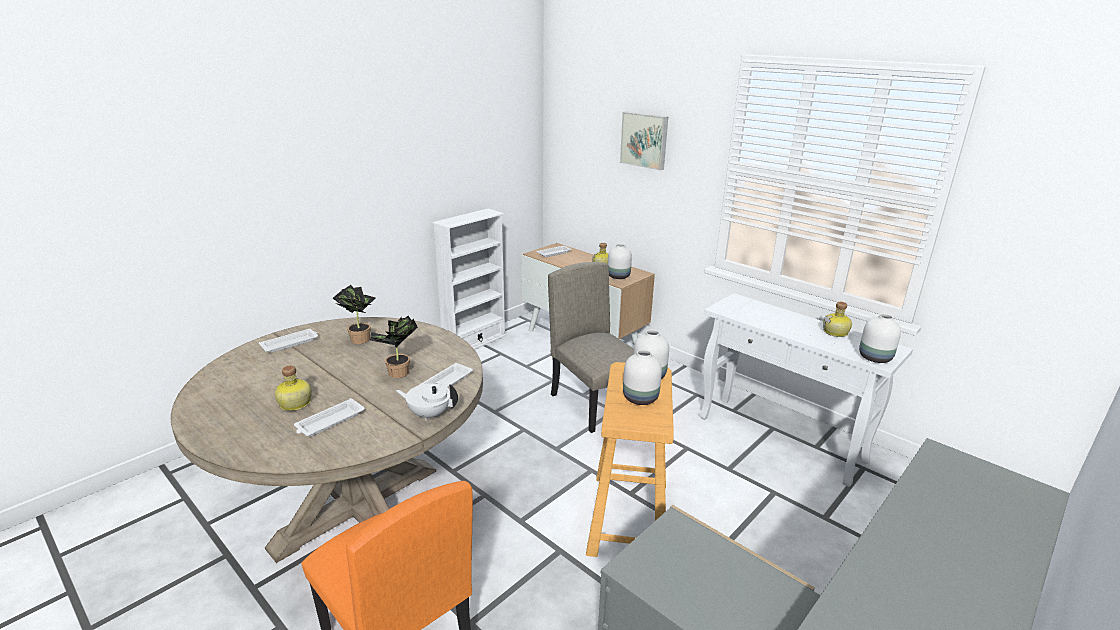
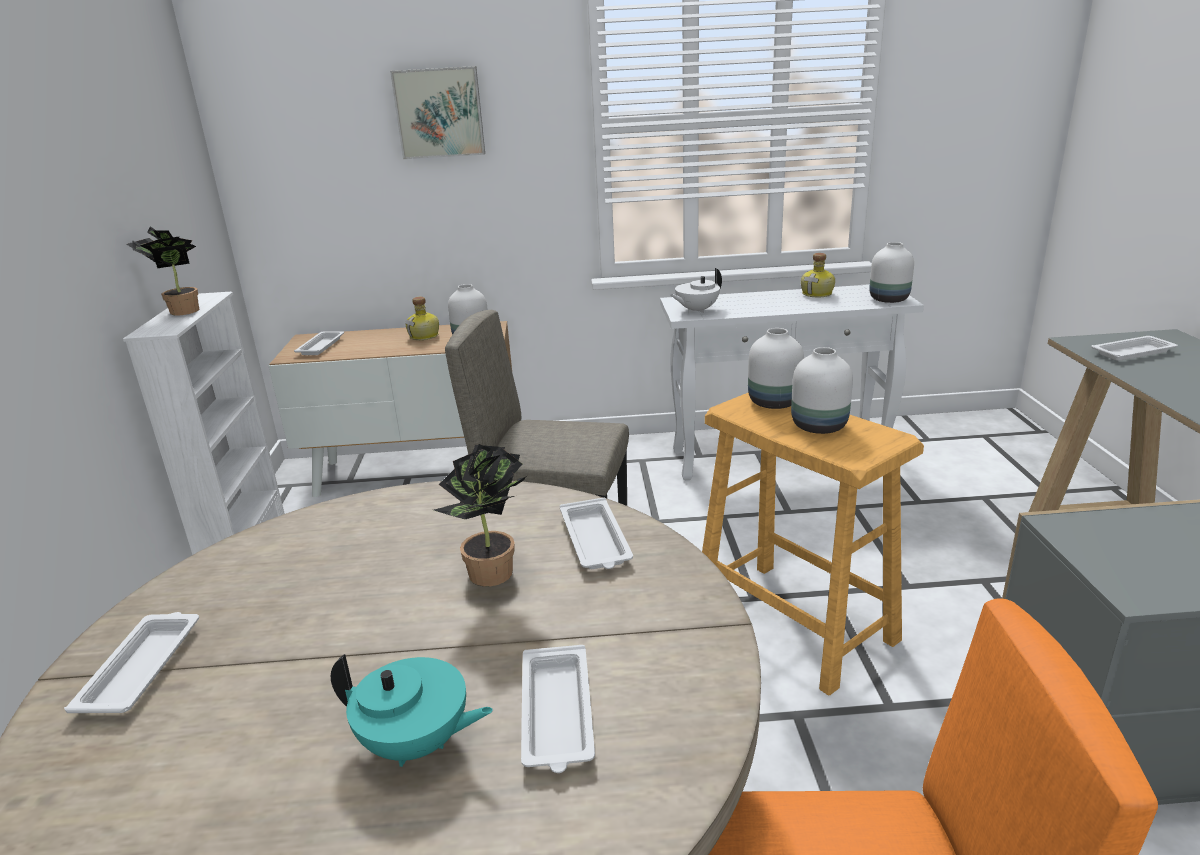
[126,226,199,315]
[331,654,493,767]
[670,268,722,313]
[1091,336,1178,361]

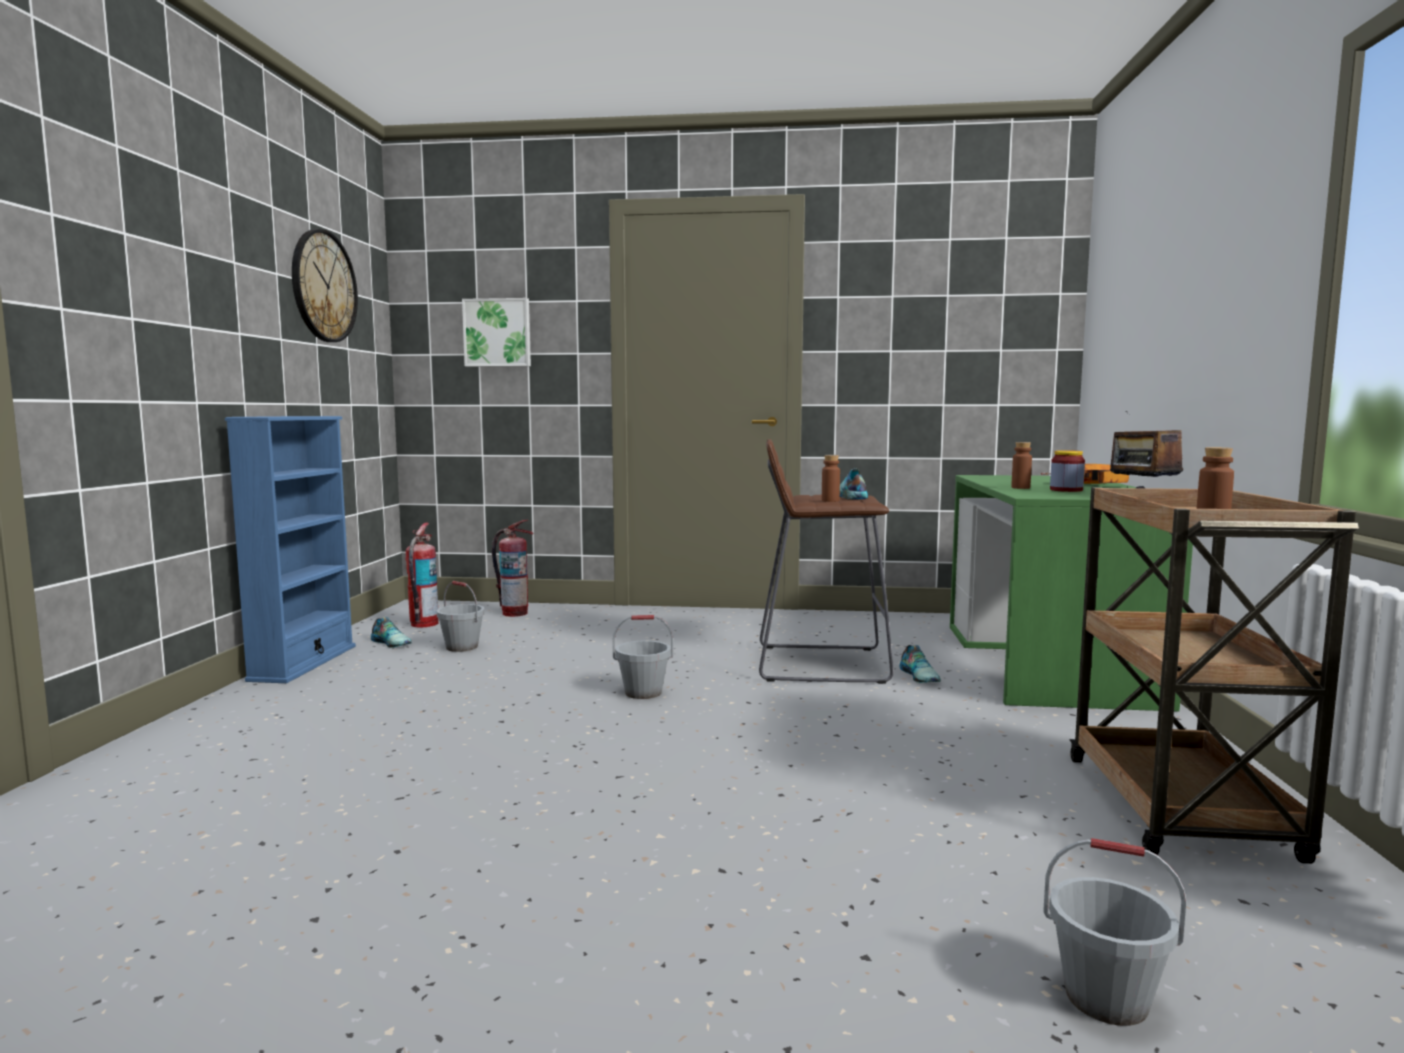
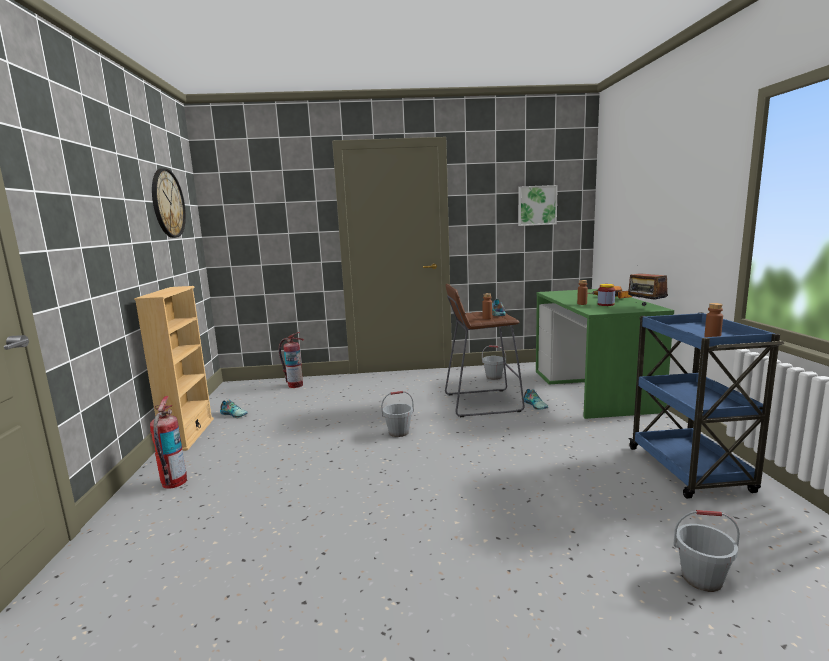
[134,286,214,451]
[150,396,187,489]
[482,345,506,380]
[518,185,558,226]
[628,312,784,499]

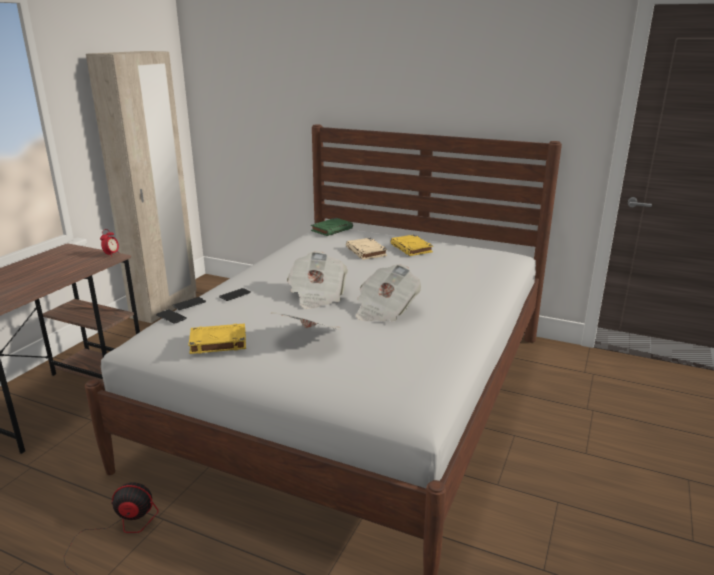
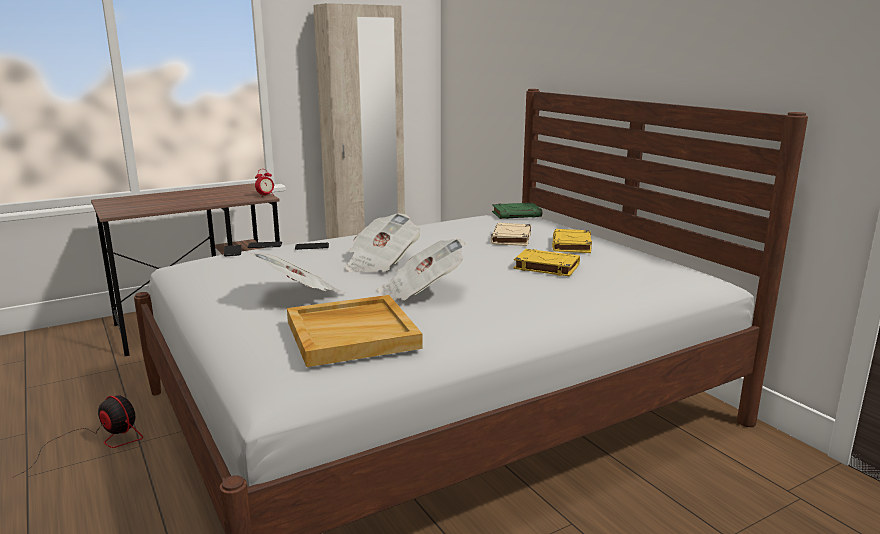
[287,295,423,367]
[514,249,580,277]

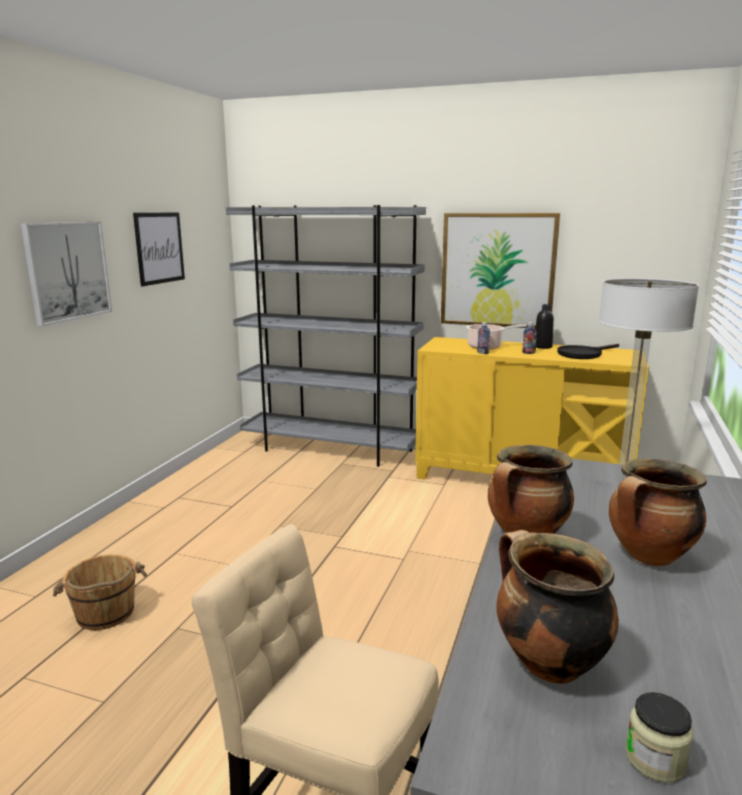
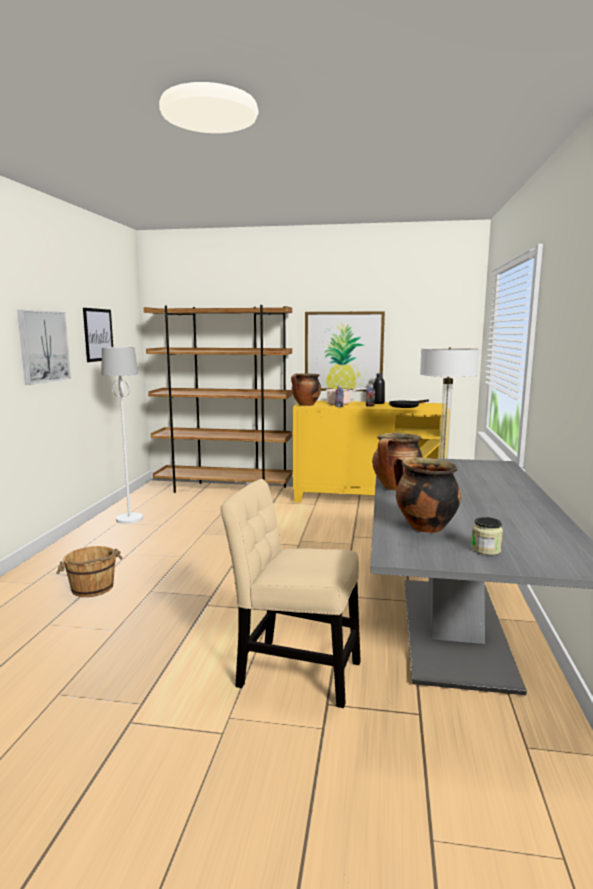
[101,347,143,524]
[144,305,292,493]
[291,373,321,406]

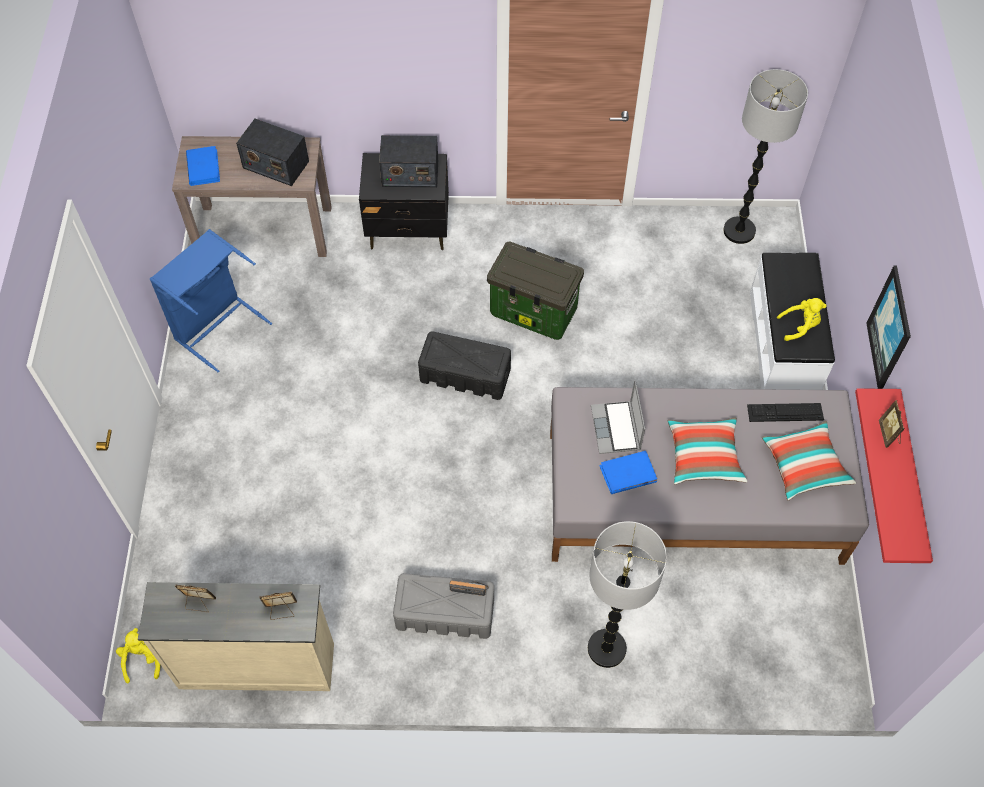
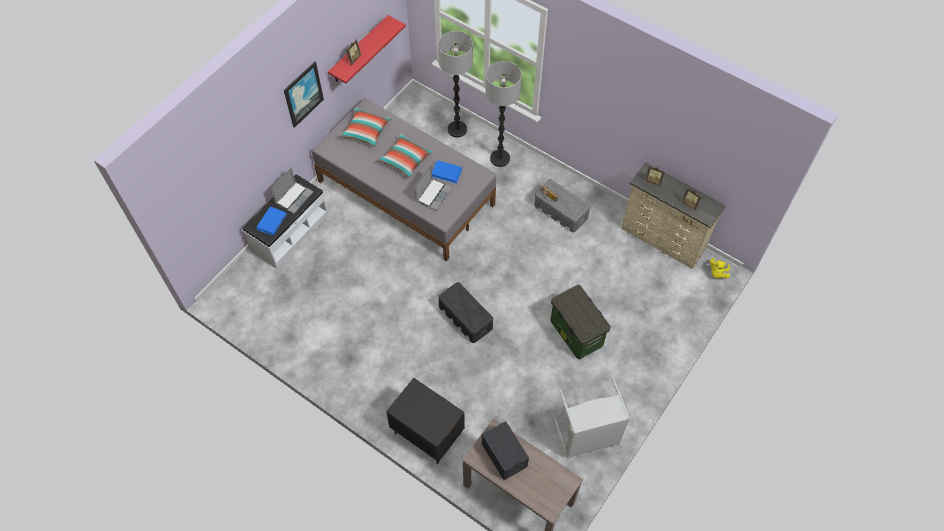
[257,206,287,236]
[271,168,313,214]
[438,31,473,138]
[551,285,611,359]
[554,376,630,459]
[379,135,438,187] (first image)
[747,403,824,422] (first image)

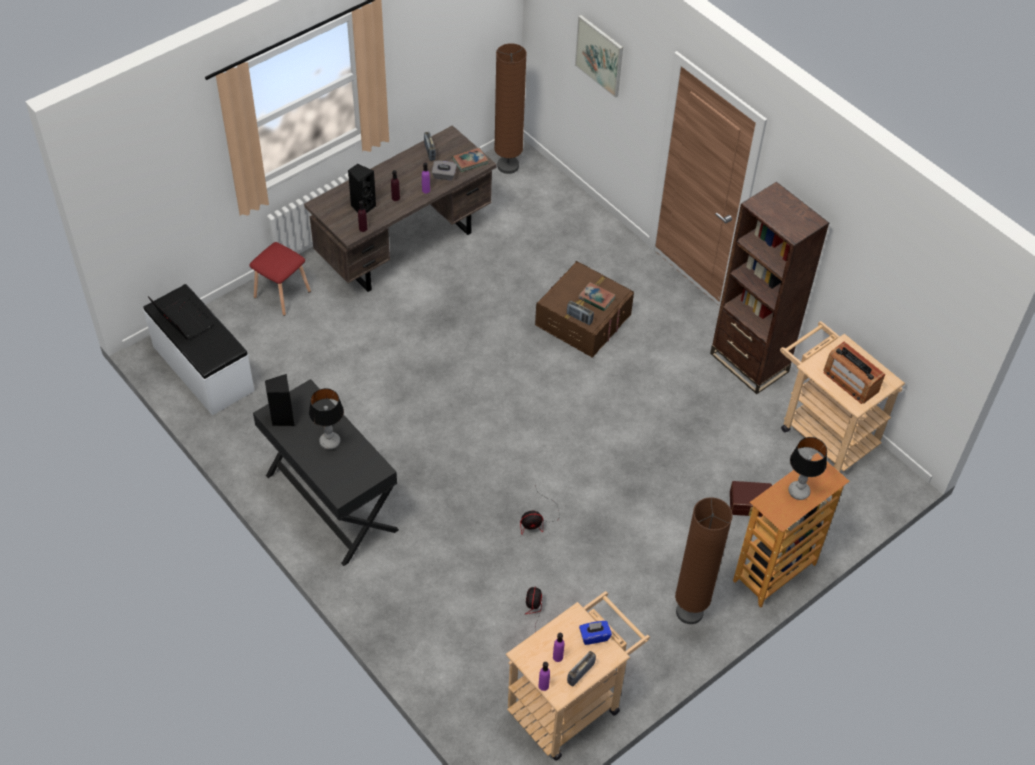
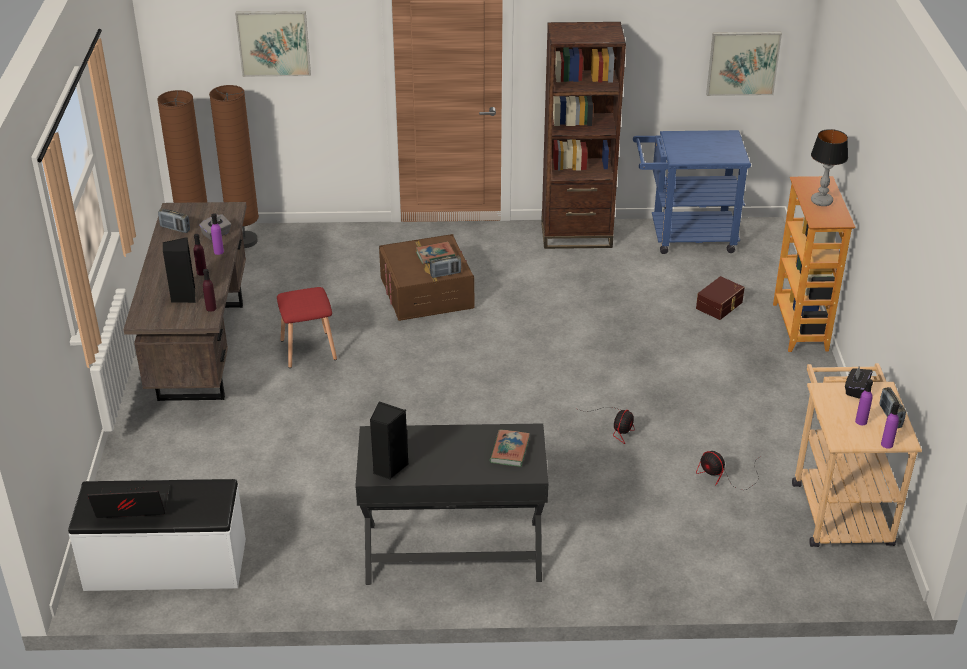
[209,85,259,248]
[277,287,337,368]
[490,429,530,467]
[633,130,751,254]
[706,32,782,96]
[845,366,873,399]
[309,388,344,450] (first image)
[823,341,885,404] (first image)

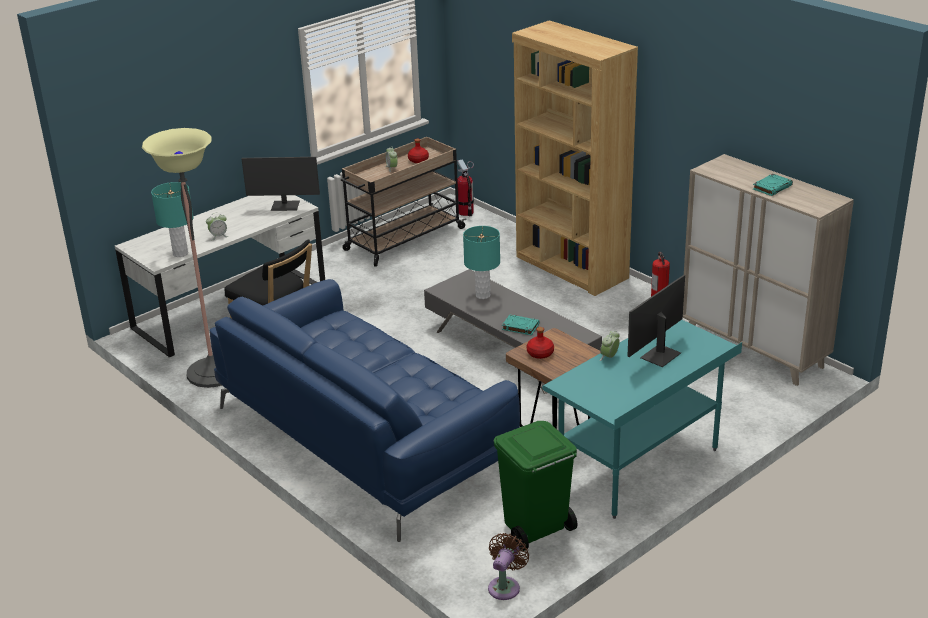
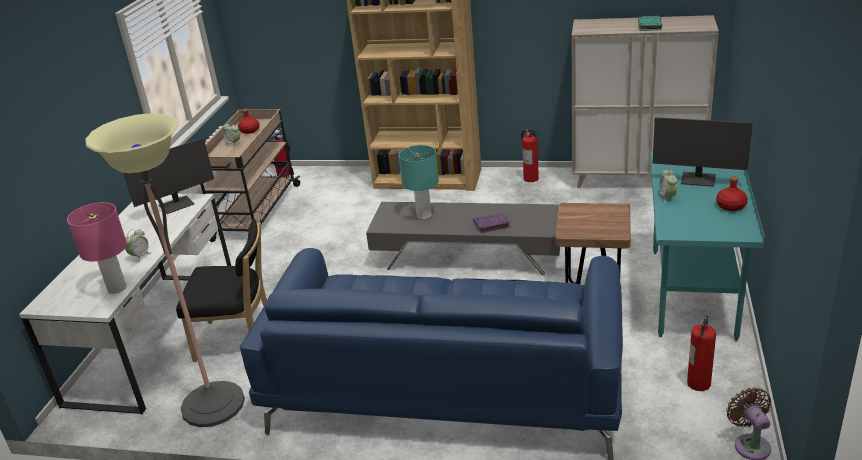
[67,202,127,294]
[473,212,510,233]
[653,117,753,187]
[687,315,716,391]
[716,176,748,211]

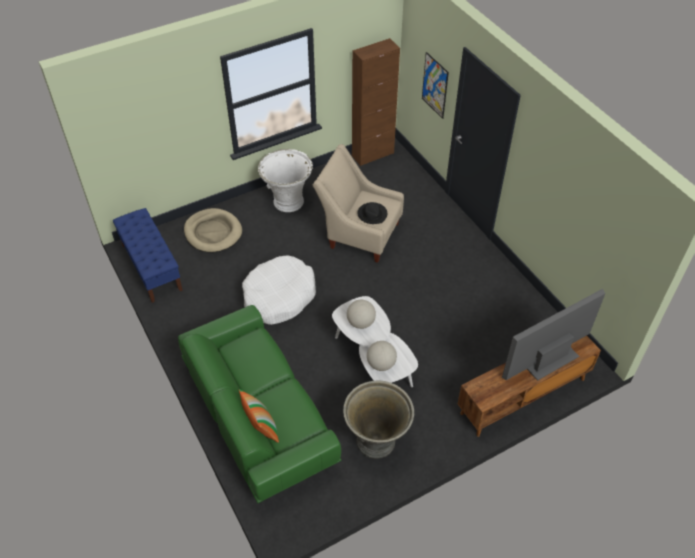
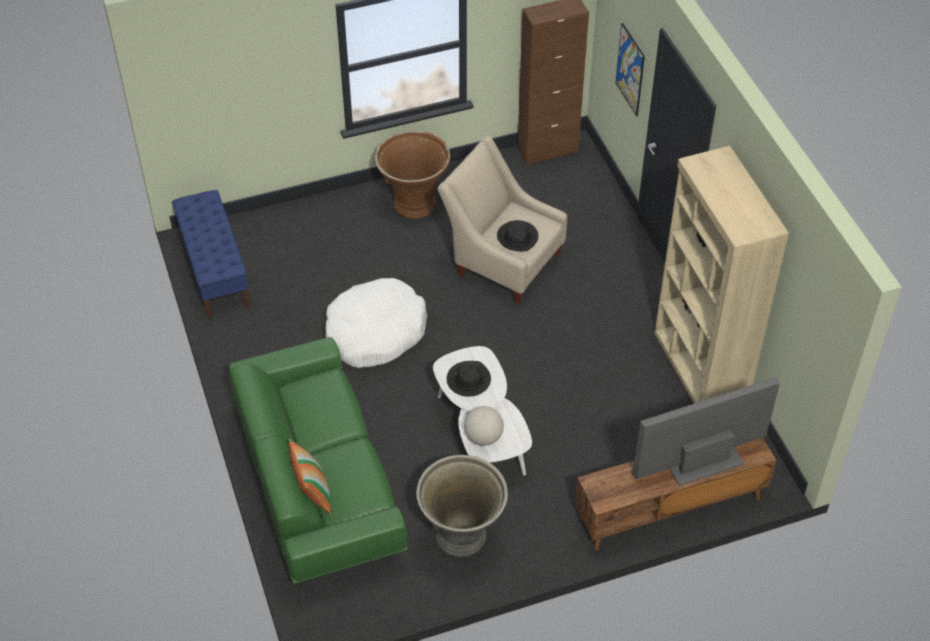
[375,131,450,219]
[447,361,491,397]
[654,146,789,404]
[184,208,242,253] (first image)

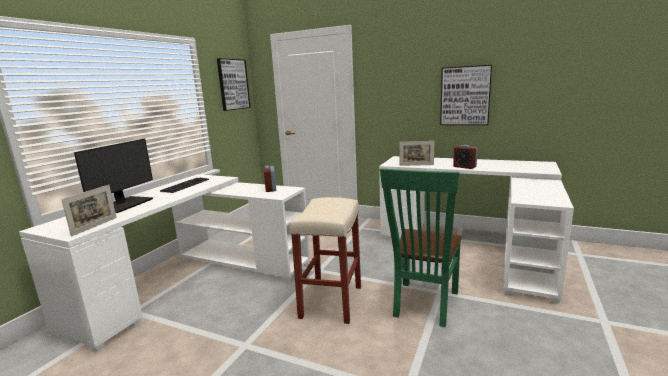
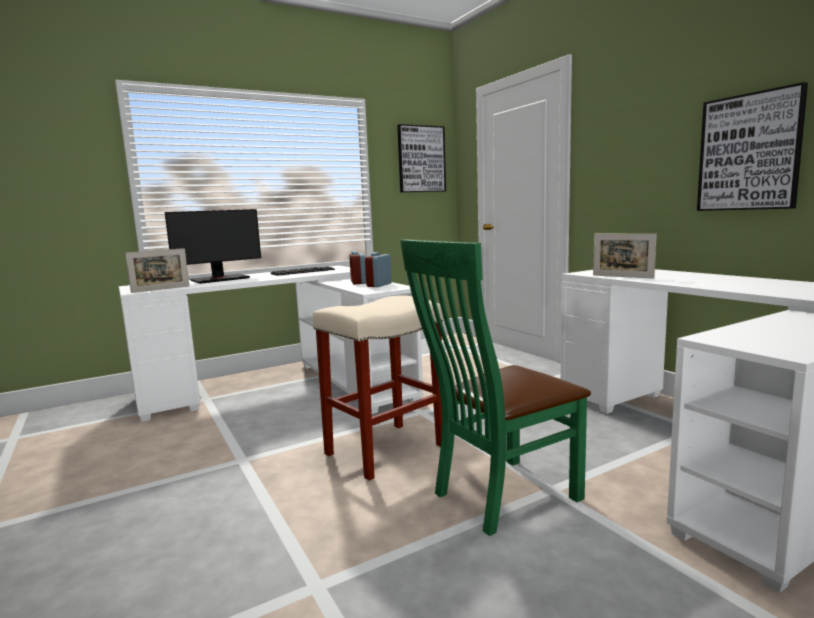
[349,251,366,284]

